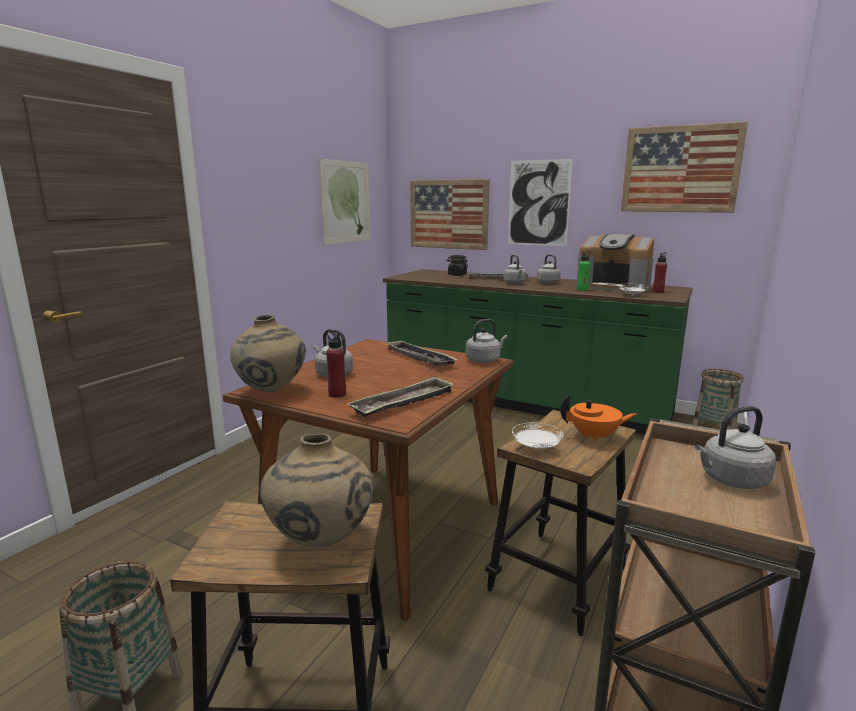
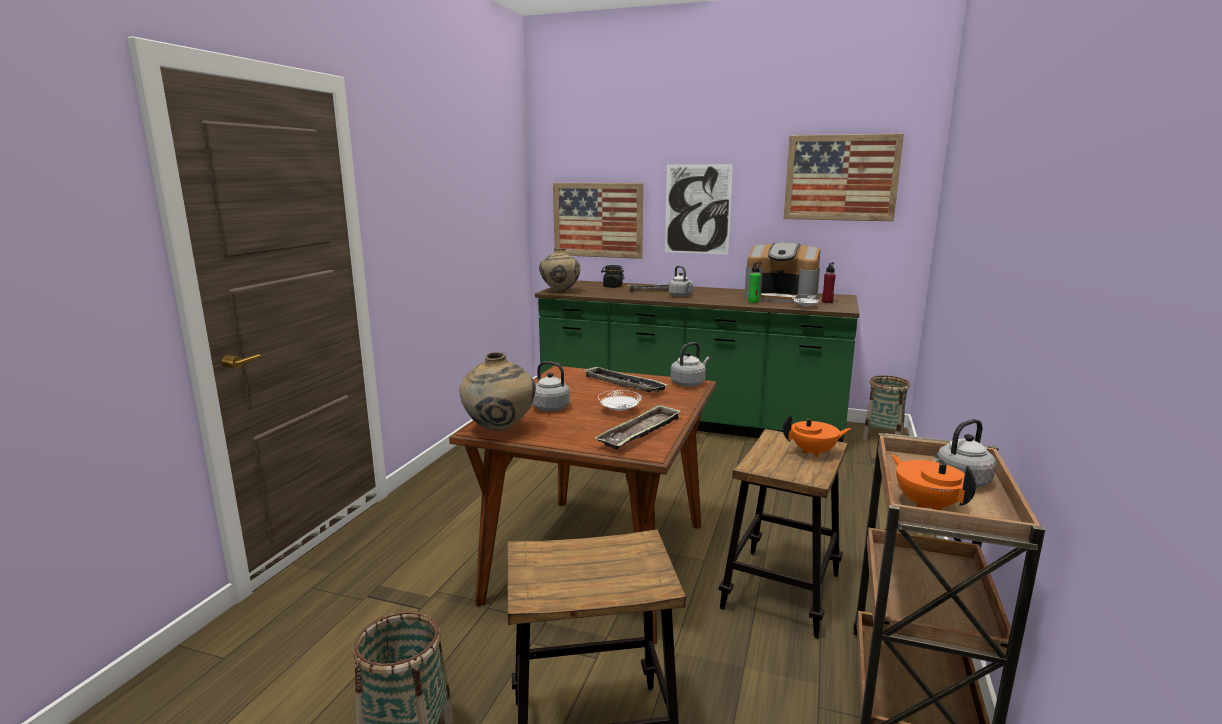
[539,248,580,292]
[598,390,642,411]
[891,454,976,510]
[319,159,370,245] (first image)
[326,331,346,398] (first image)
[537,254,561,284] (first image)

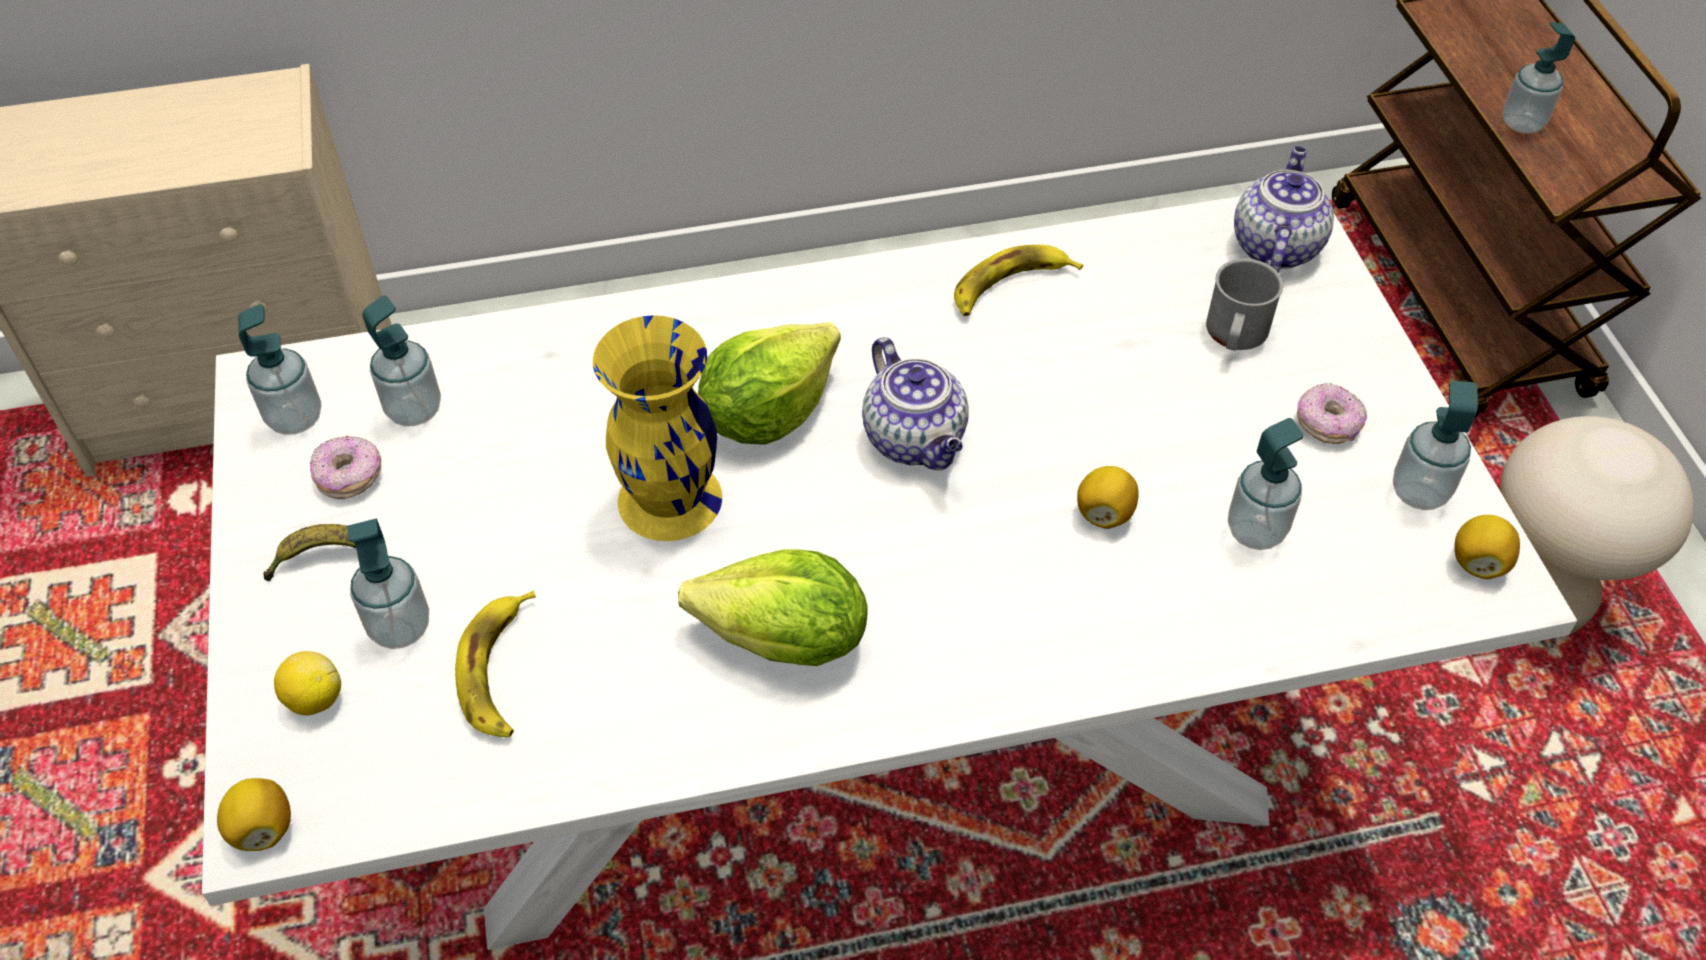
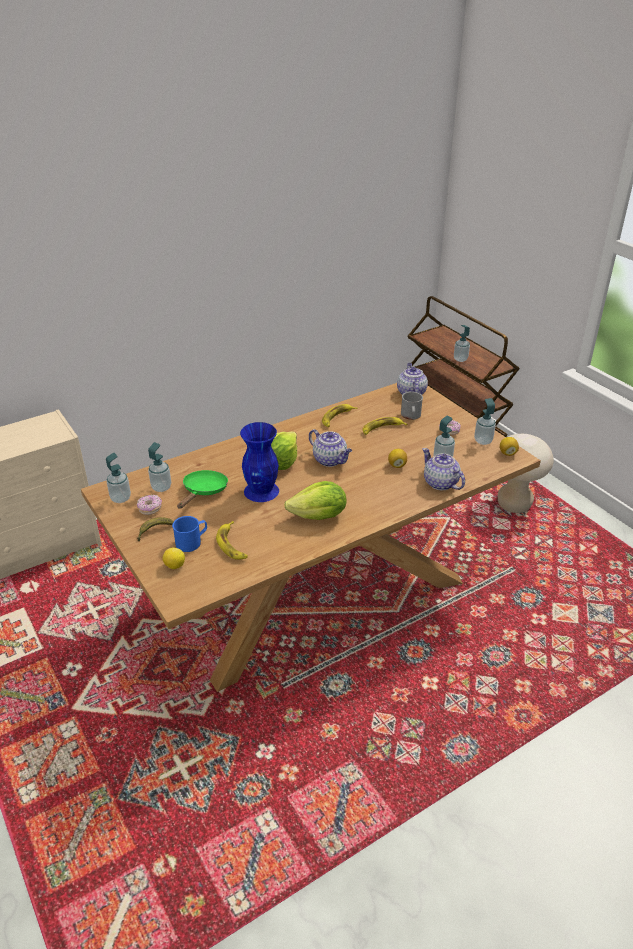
[81,383,541,692]
[172,516,207,552]
[177,470,228,509]
[240,422,279,502]
[363,417,408,435]
[422,448,465,490]
[217,778,291,851] (first image)

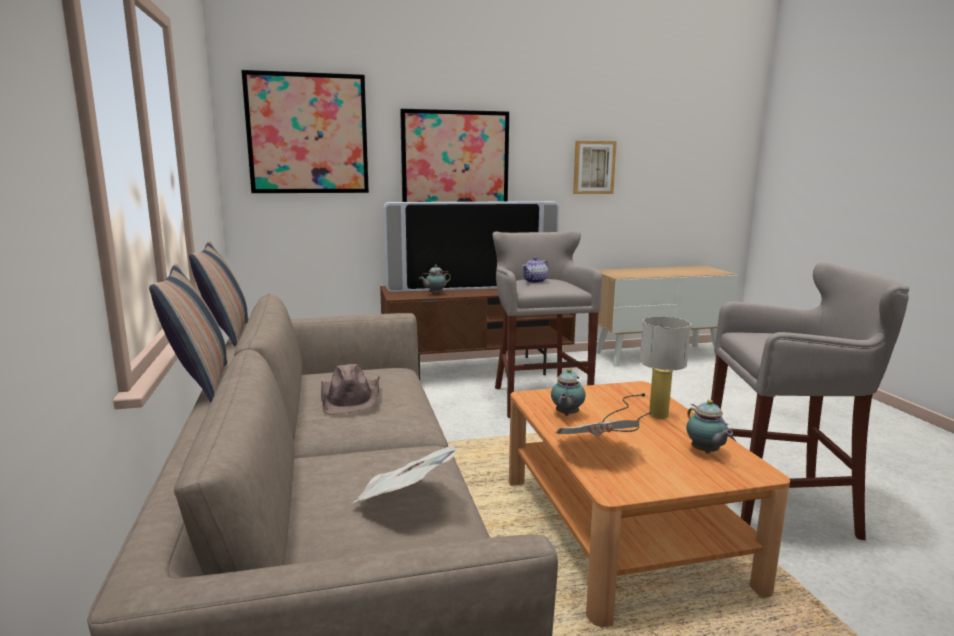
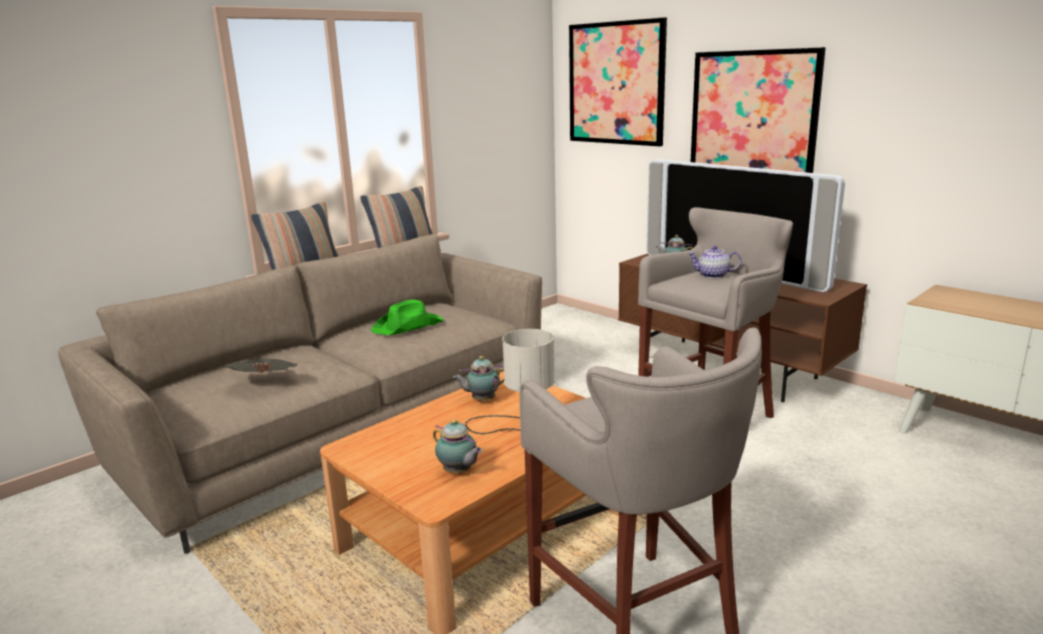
[371,300,444,335]
[433,419,482,473]
[555,420,640,436] (first image)
[573,141,617,194] (first image)

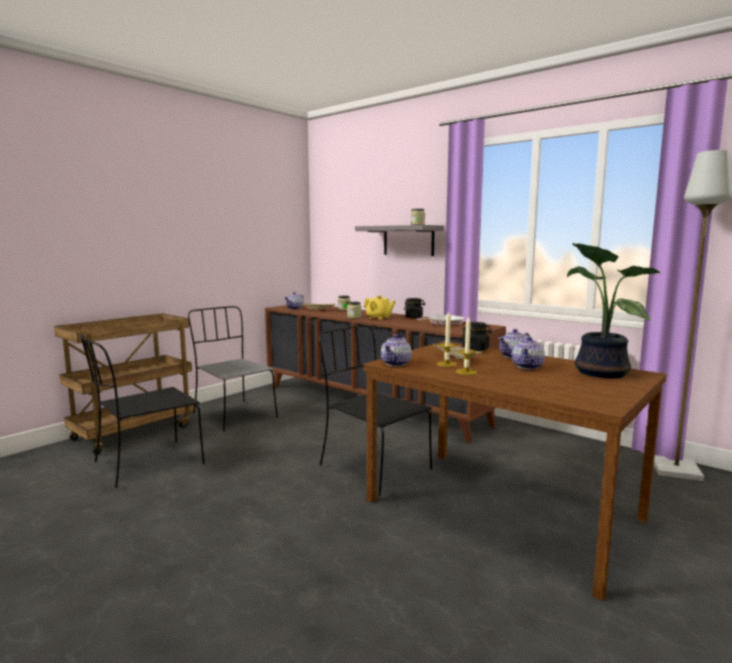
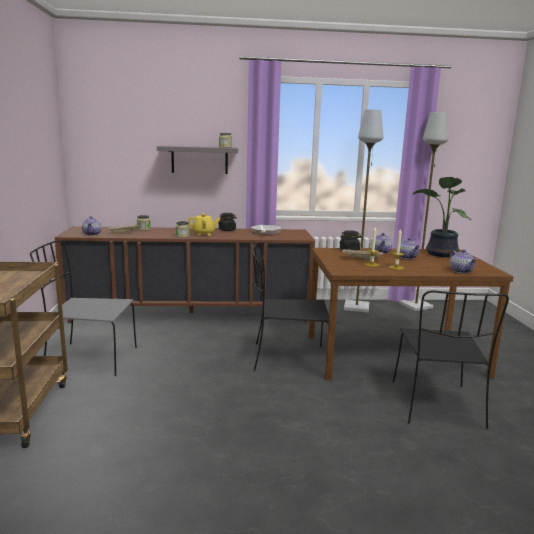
[344,109,383,313]
[393,290,509,429]
[450,249,477,274]

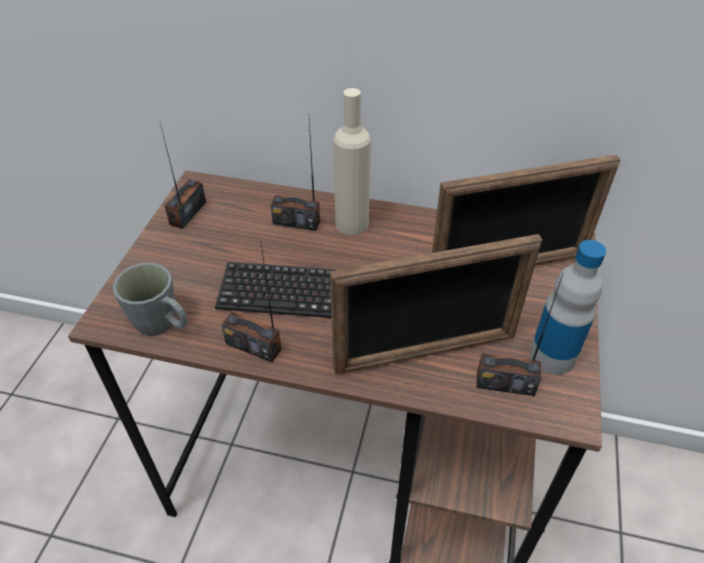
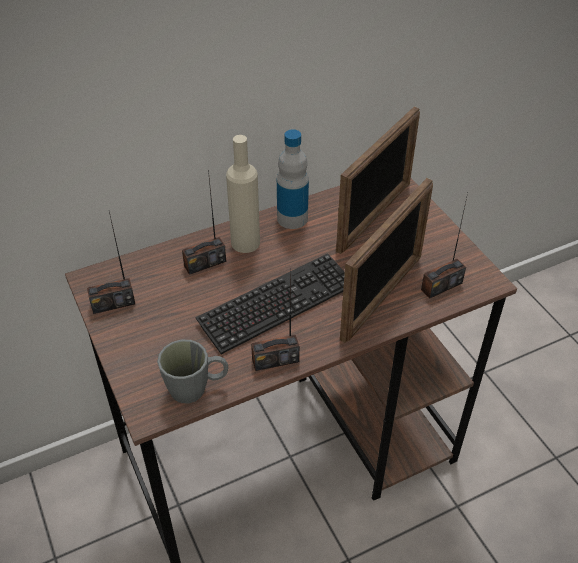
[87,212,135,314]
[277,129,309,229]

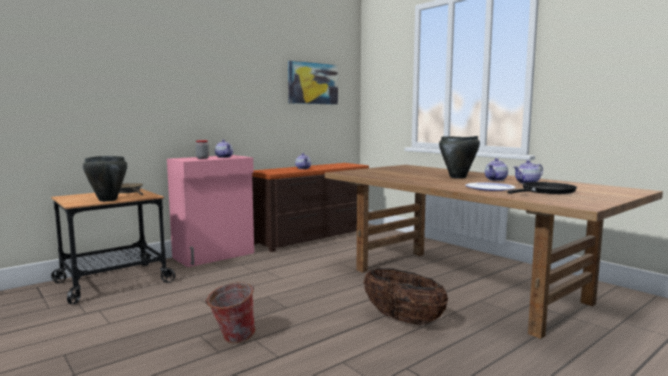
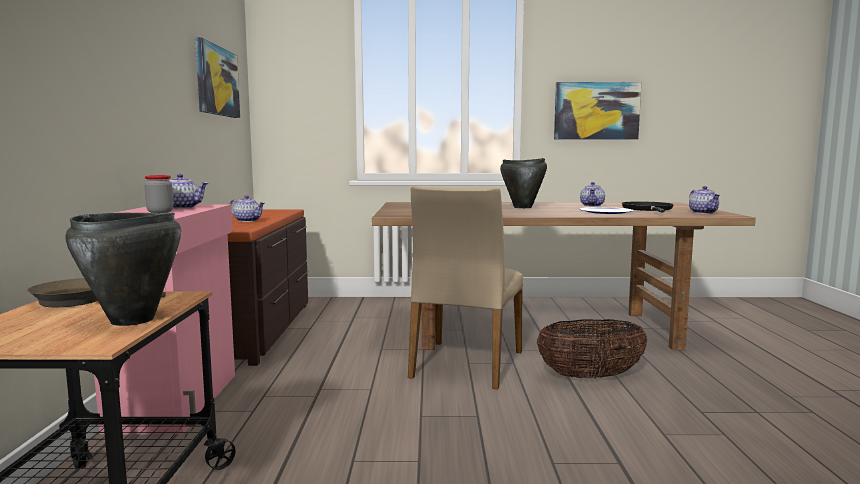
[408,186,523,389]
[554,82,641,140]
[689,186,720,214]
[205,282,256,343] (first image)

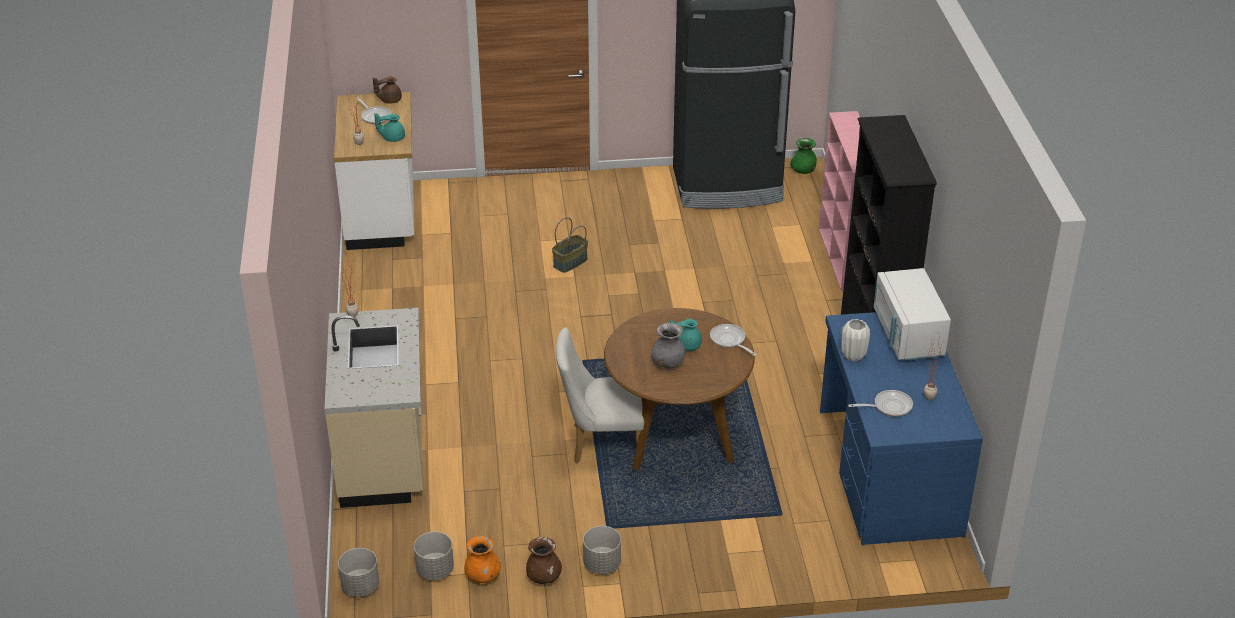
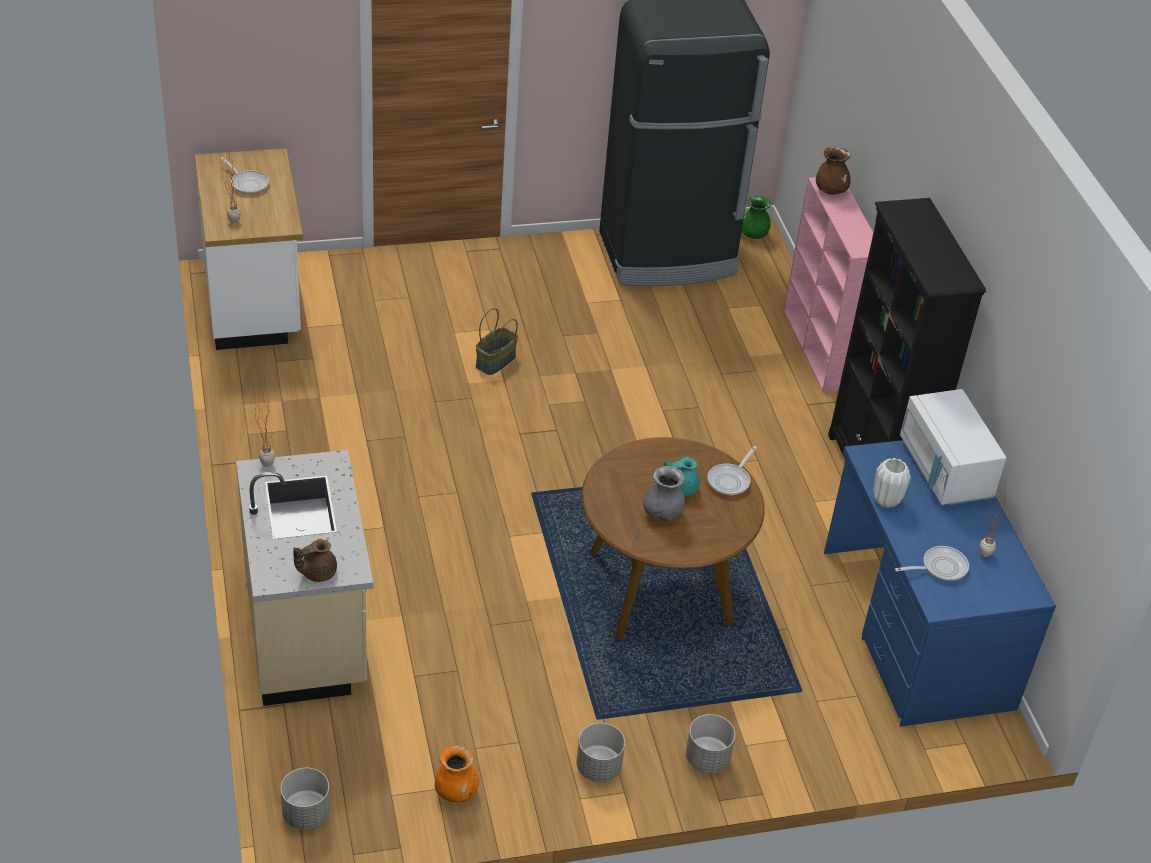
[293,539,337,582]
[686,714,735,773]
[707,446,757,495]
[816,147,851,195]
[374,113,405,142] (first image)
[556,327,644,464] (first image)

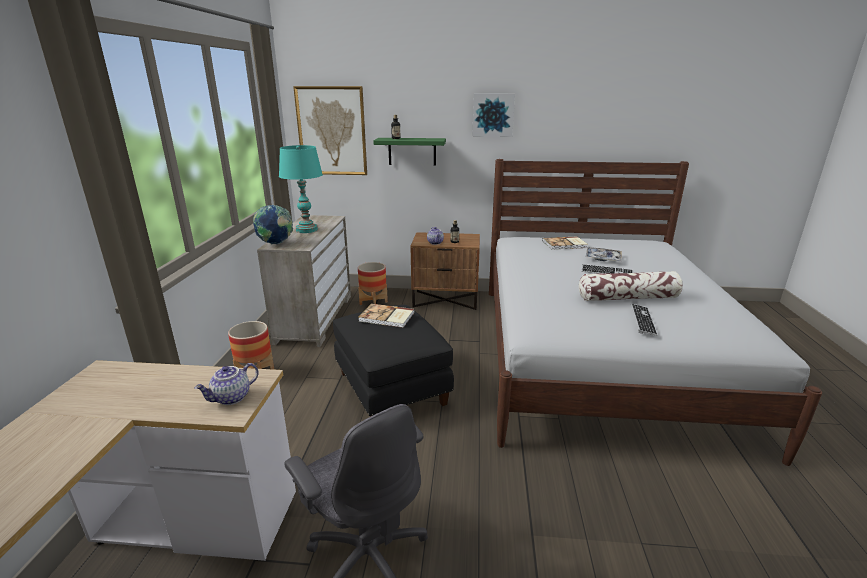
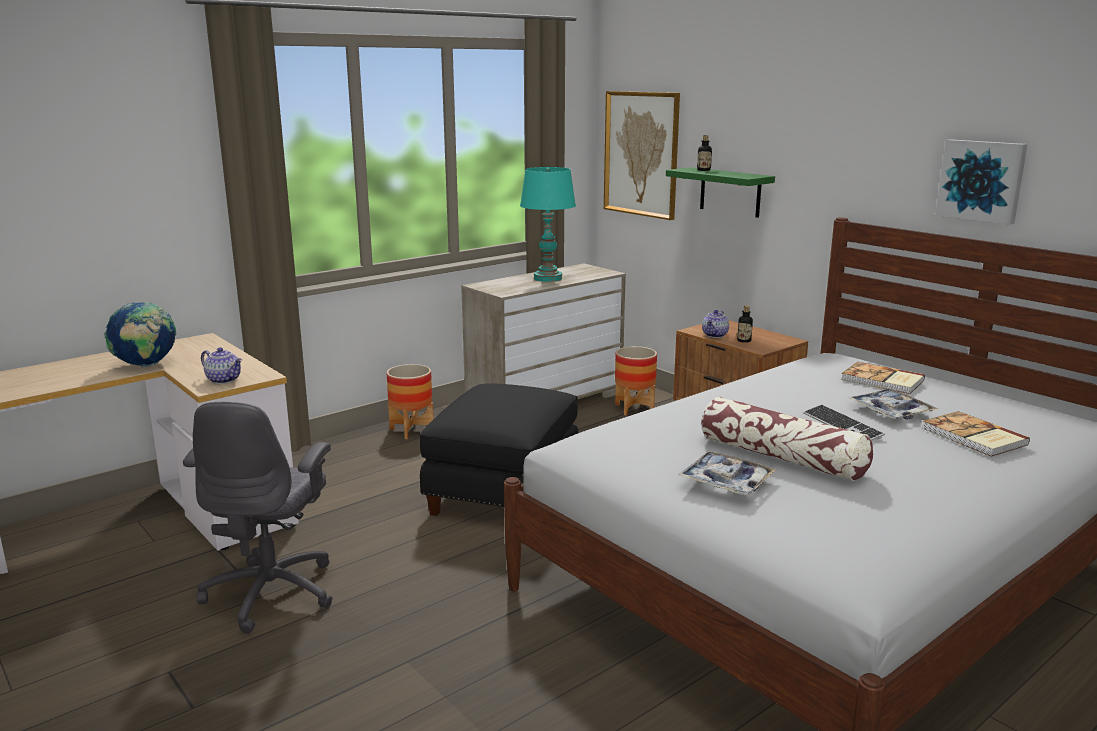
[104,302,176,367]
[201,347,242,384]
[678,451,777,495]
[922,411,1030,457]
[935,139,1028,225]

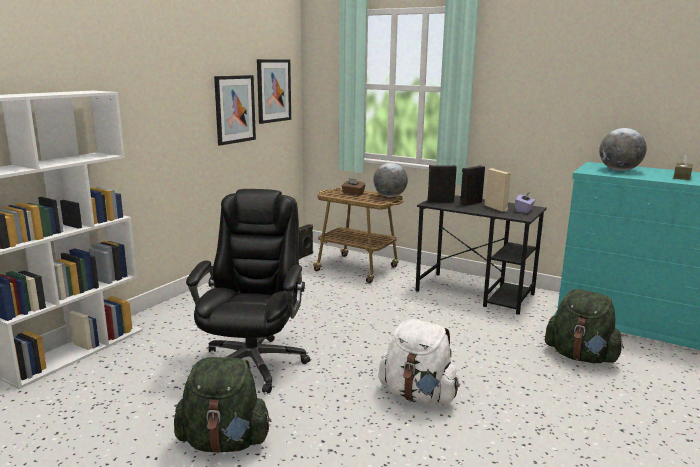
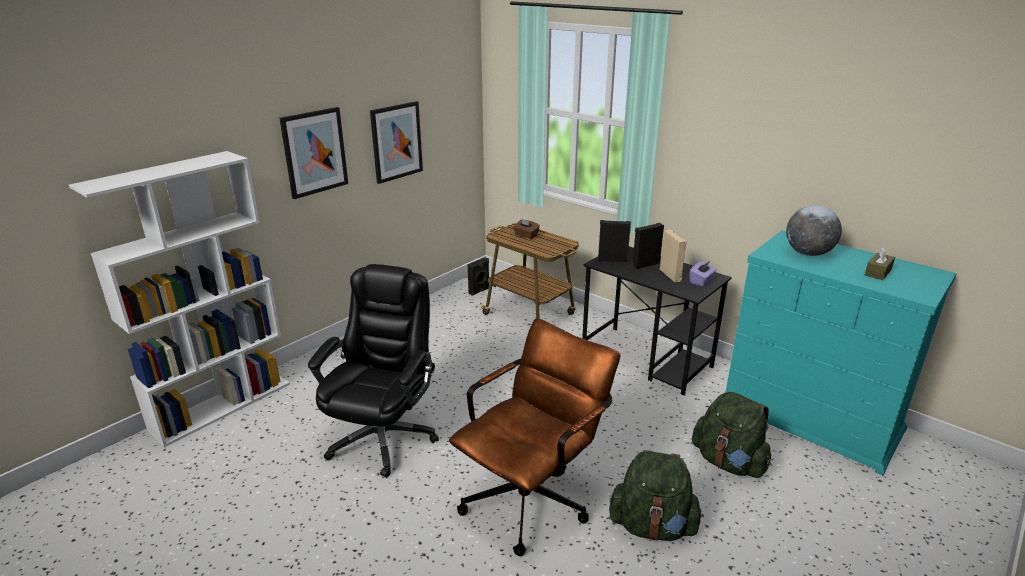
[279,107,348,199]
[449,318,620,556]
[609,450,704,541]
[373,163,408,197] (first image)

